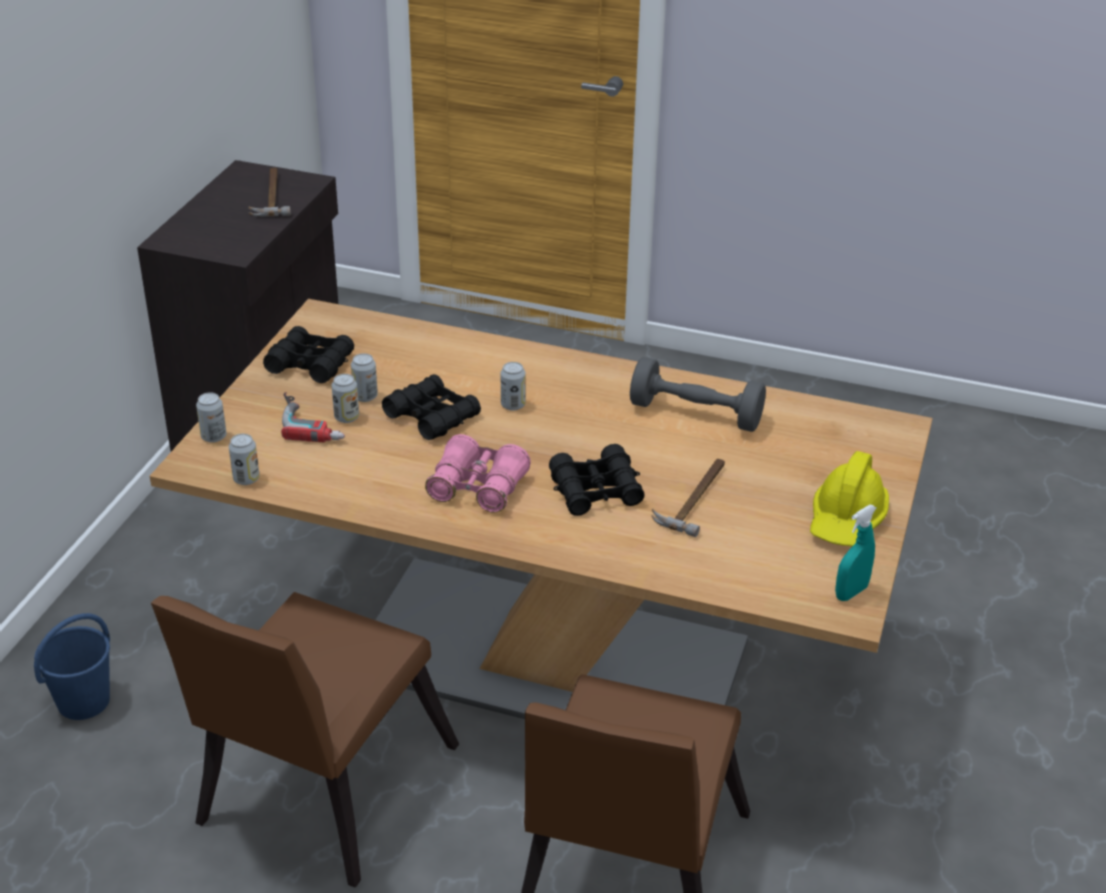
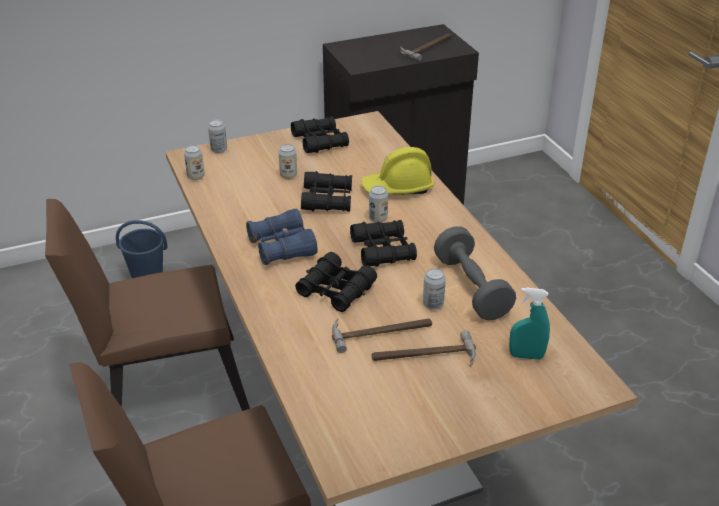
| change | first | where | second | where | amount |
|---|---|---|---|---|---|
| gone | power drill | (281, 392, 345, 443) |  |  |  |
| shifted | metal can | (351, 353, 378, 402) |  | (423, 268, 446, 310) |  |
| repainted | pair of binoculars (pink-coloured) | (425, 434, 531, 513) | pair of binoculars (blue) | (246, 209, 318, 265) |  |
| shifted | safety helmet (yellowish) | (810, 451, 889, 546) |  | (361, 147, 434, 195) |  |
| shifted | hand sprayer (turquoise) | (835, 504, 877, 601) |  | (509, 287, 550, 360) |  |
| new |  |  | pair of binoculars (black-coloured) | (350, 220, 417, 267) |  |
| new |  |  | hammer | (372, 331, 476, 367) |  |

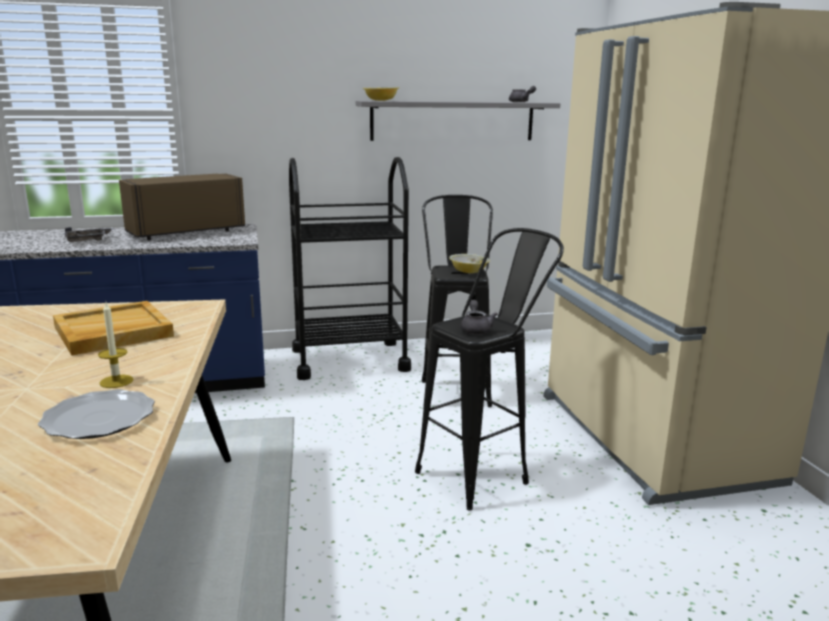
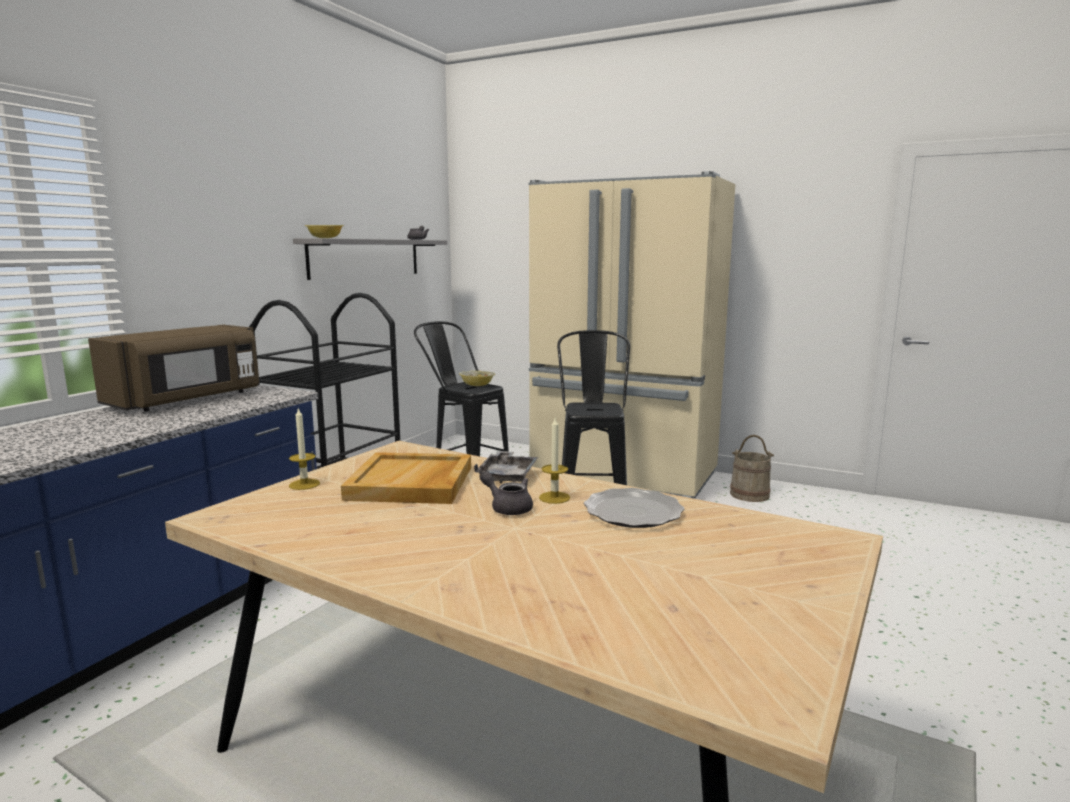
| change | first | where | second | where | amount |
|---|---|---|---|---|---|
| shifted | tray (gray) | (65, 227, 115, 242) |  | (474, 451, 538, 484) |  |
| rotated | microwave oven (brownish) | (119, 174, 245, 240) |  | (88, 325, 259, 411) | 150 degrees counterclockwise |
| shifted | tea pot (gray) | (460, 300, 498, 334) |  | (480, 471, 533, 515) |  |
| new |  |  | candle | (289, 408, 320, 490) |  |
| new |  |  | water bucket (beige) | (730, 435, 774, 502) |  |

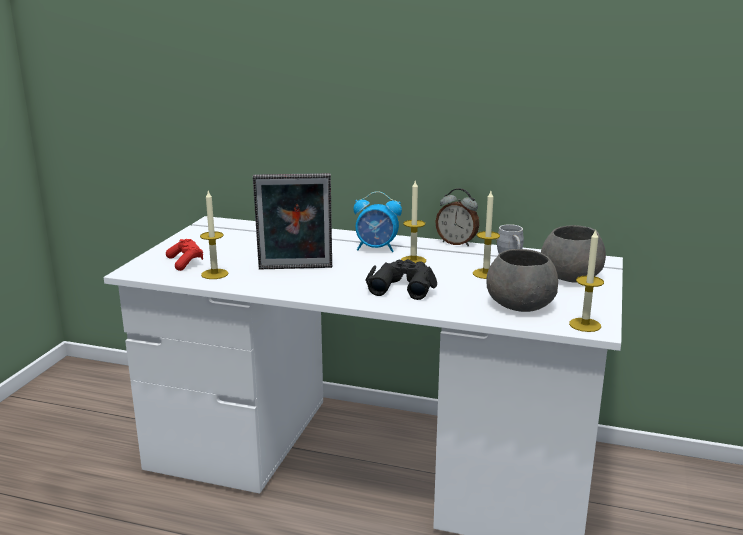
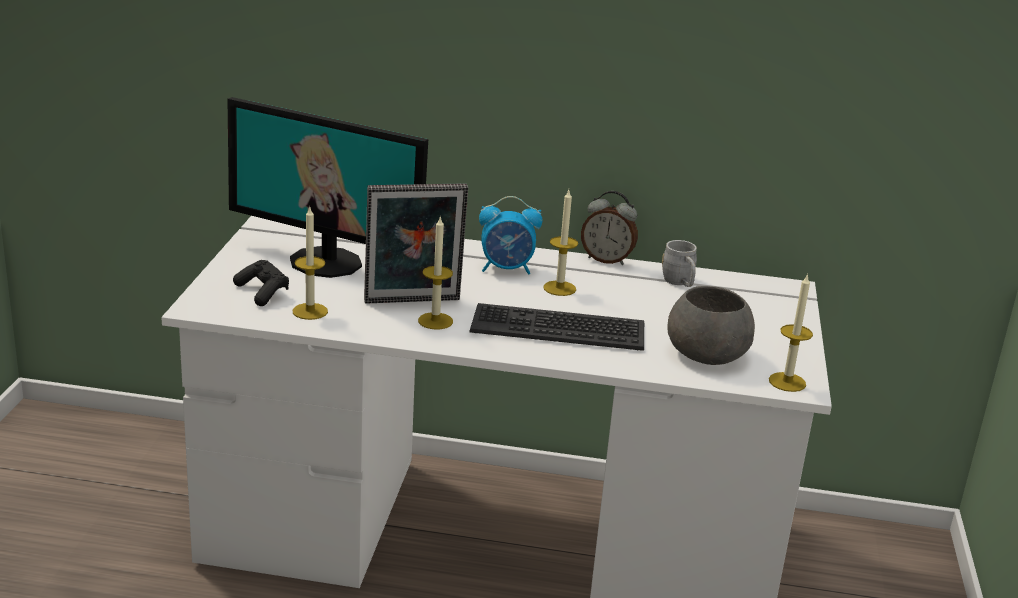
| change | first | where | second | where | amount |
|---|---|---|---|---|---|
| repainted | gamepad (reddish) | (166, 239, 203, 271) | gamepad (black-coloured) | (233, 260, 289, 306) |  |
| swapped | pair of binoculars (black-coloured) | (365, 259, 437, 300) | keyboard | (470, 303, 644, 351) |  |
| shifted | candle | (473, 191, 500, 279) |  | (418, 215, 453, 329) |  |
| gone | serving bowl (gray) | (541, 225, 606, 283) |  |  |  |
| new |  |  | computer display | (227, 97, 428, 278) |  |

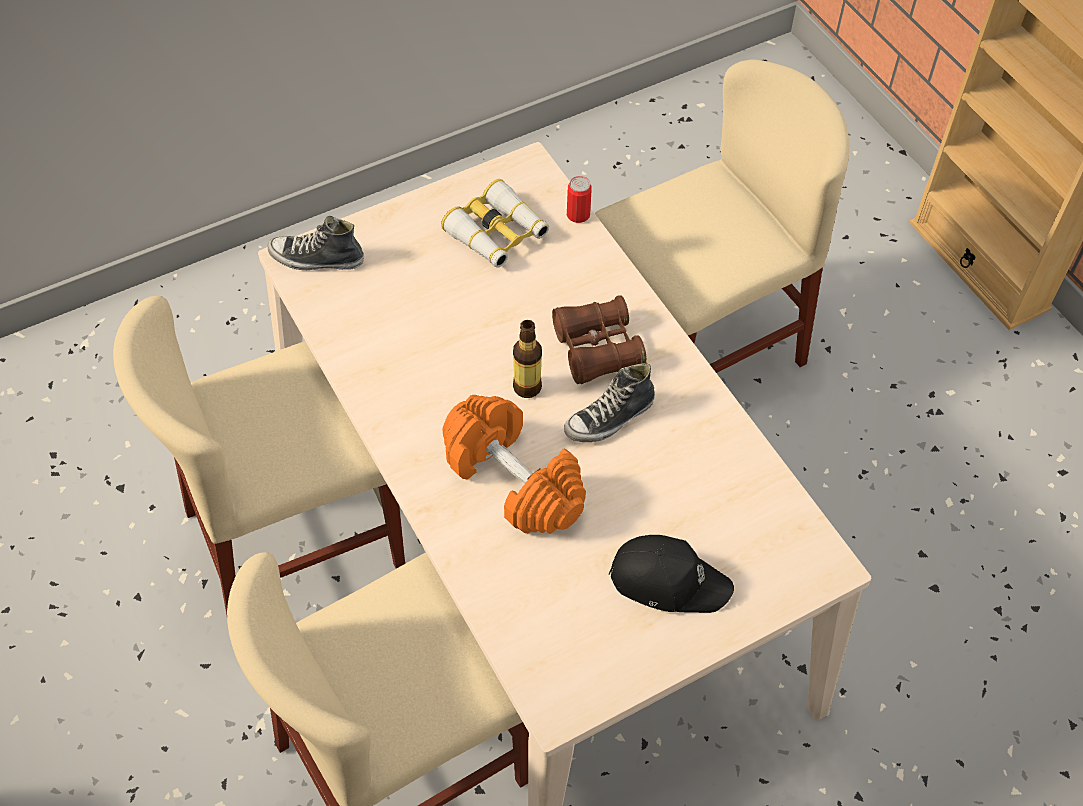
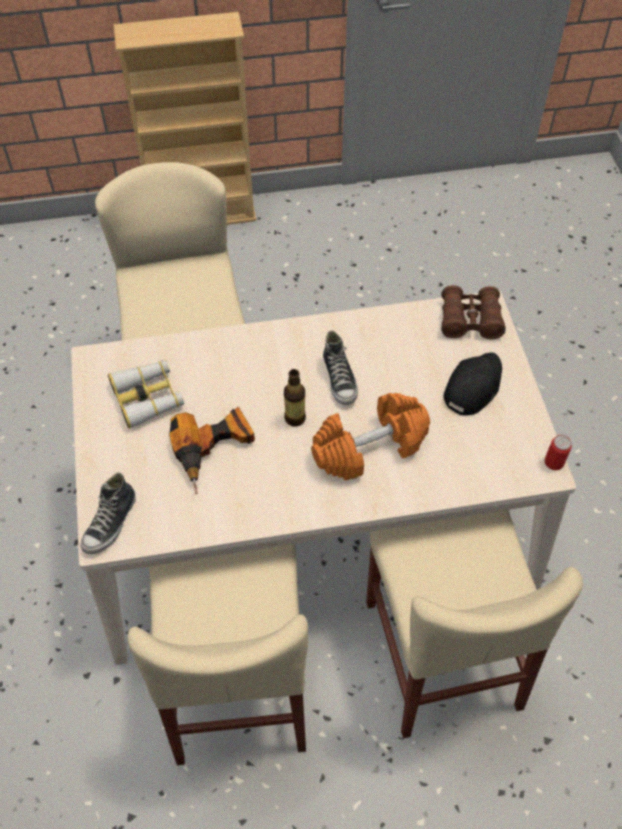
| change | first | where | second | where | amount |
|---|---|---|---|---|---|
| shifted | pair of binoculars (brownish) | (552, 295, 647, 384) |  | (441, 285, 506, 339) |  |
| shifted | metal can | (567, 176, 592, 223) |  | (544, 435, 572, 470) |  |
| new |  |  | power drill | (169, 407, 255, 494) |  |

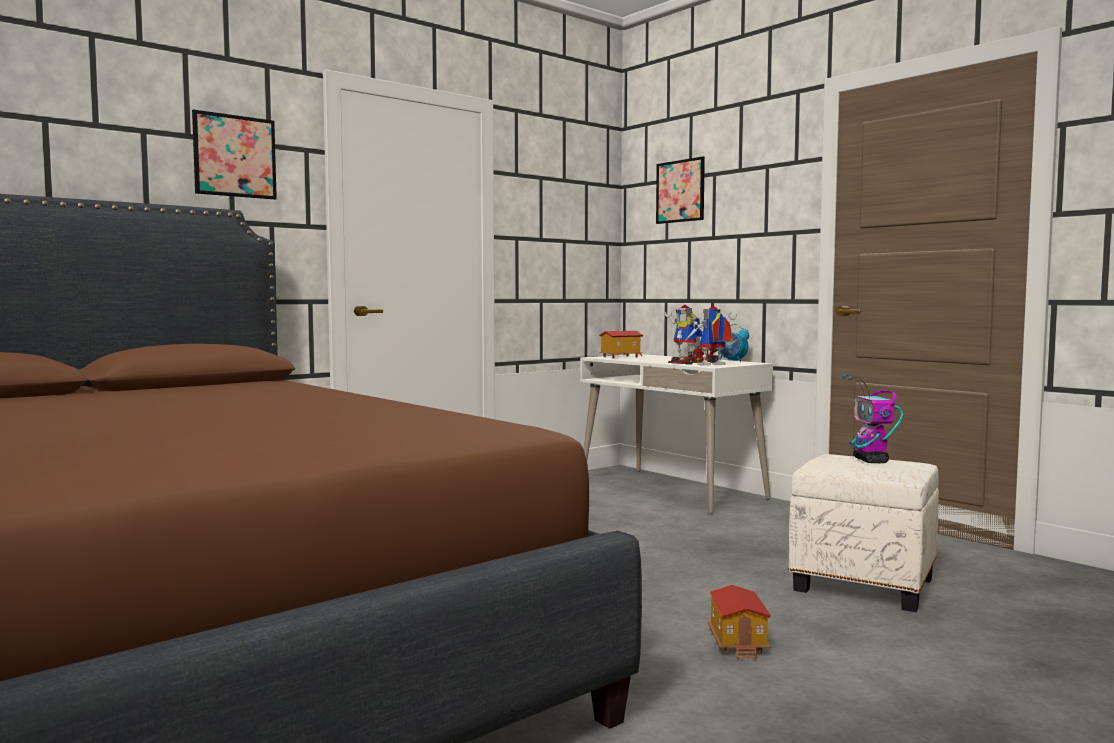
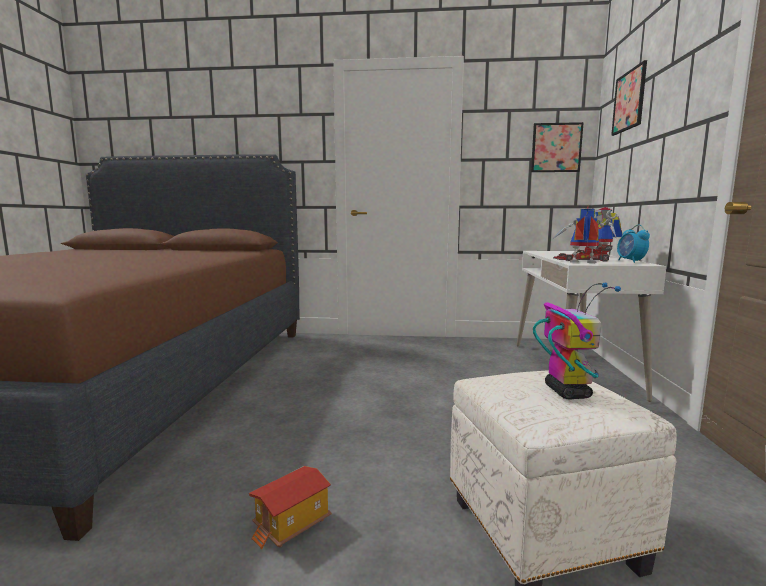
| change | first | where | second | where | amount |
|---|---|---|---|---|---|
| shifted | picture | (192, 110, 277, 199) |  | (531, 122, 584, 172) |  |
| gone | toy house | (599, 331, 643, 358) |  |  |  |
| rotated | robot figure | (842, 374, 903, 463) |  | (533, 283, 621, 399) | 135 degrees clockwise |

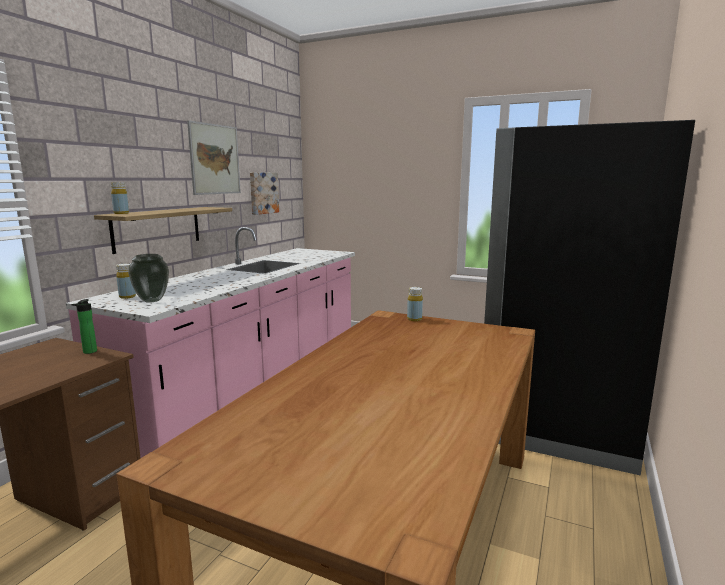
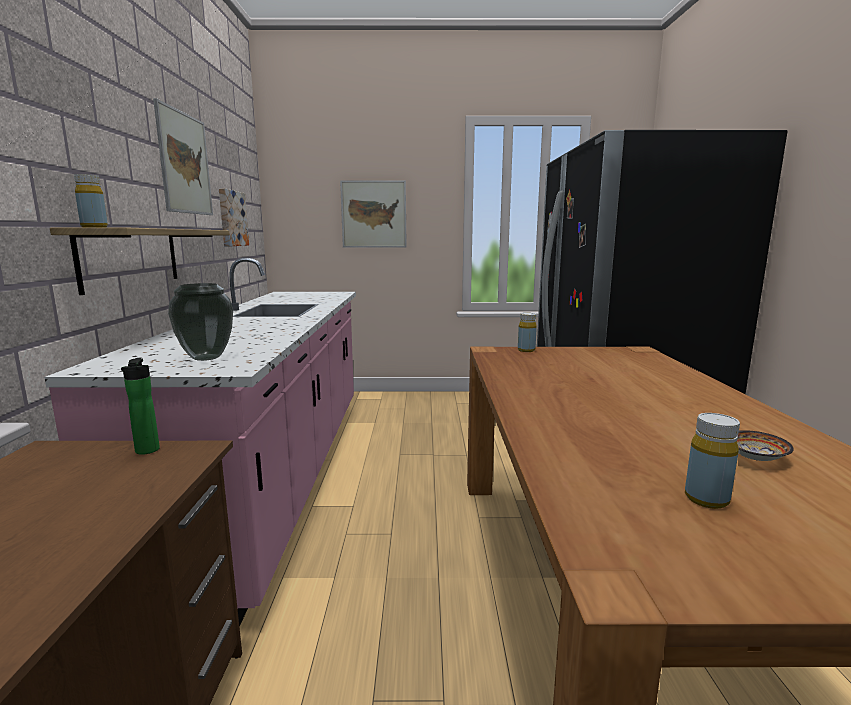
| change | first | where | second | where | amount |
|---|---|---|---|---|---|
| shifted | bottle (yellowish) | (116, 263, 136, 299) |  | (685, 413, 740, 509) |  |
| new |  |  | picture | (340, 180, 407, 248) |  |
| new |  |  | serving bowl | (737, 430, 794, 461) |  |

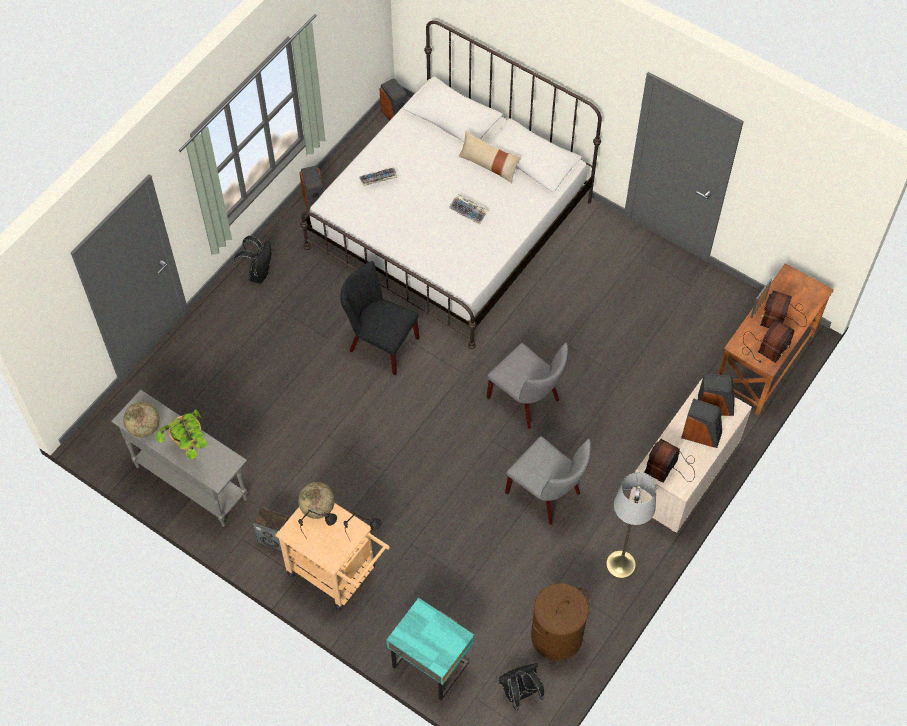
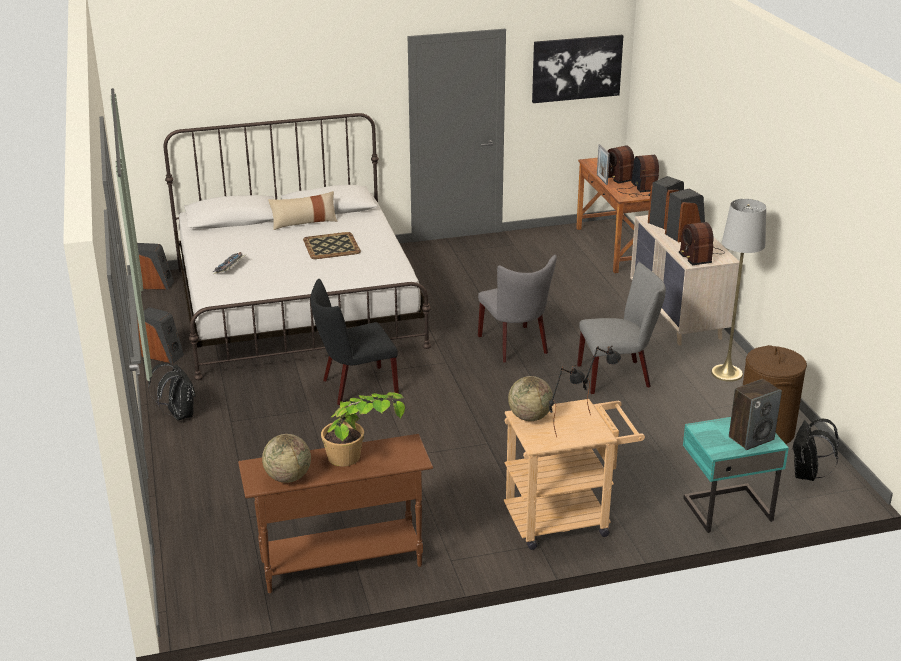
| change | first | where | second | where | amount |
|---|---|---|---|---|---|
| repainted | hall table (gray) | (111, 390, 247, 527) | hall table (brownish) | (238, 434, 433, 593) |  |
| shifted | speaker | (253, 507, 289, 551) |  | (729, 379, 782, 450) |  |
| swapped | keyboard | (449, 194, 488, 225) | tray | (303, 232, 361, 259) |  |
| rotated | plain chair (gray) | (486, 343, 568, 429) |  | (478, 255, 557, 363) | 75 degrees clockwise |
| new |  |  | picture | (532, 35, 623, 103) |  |

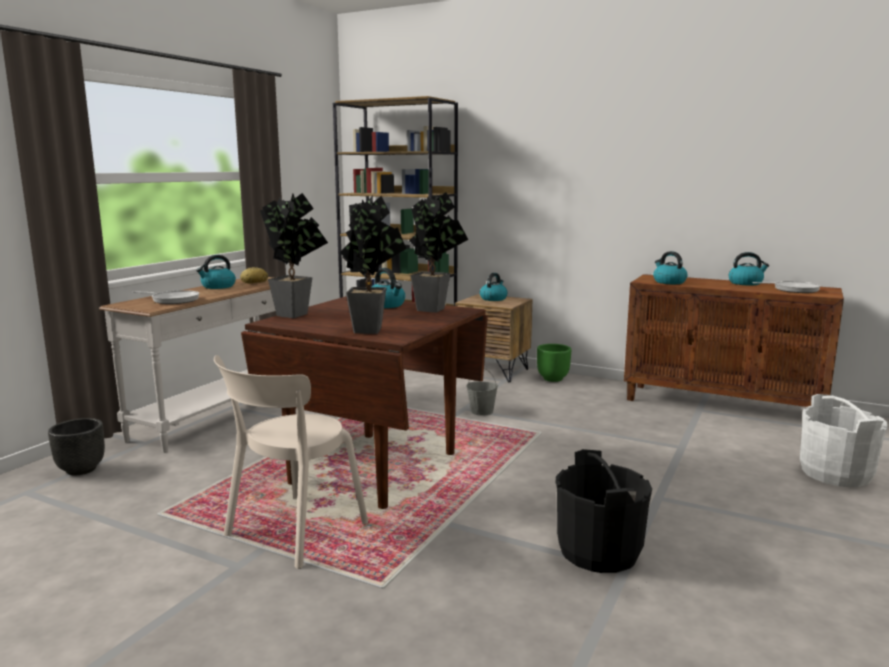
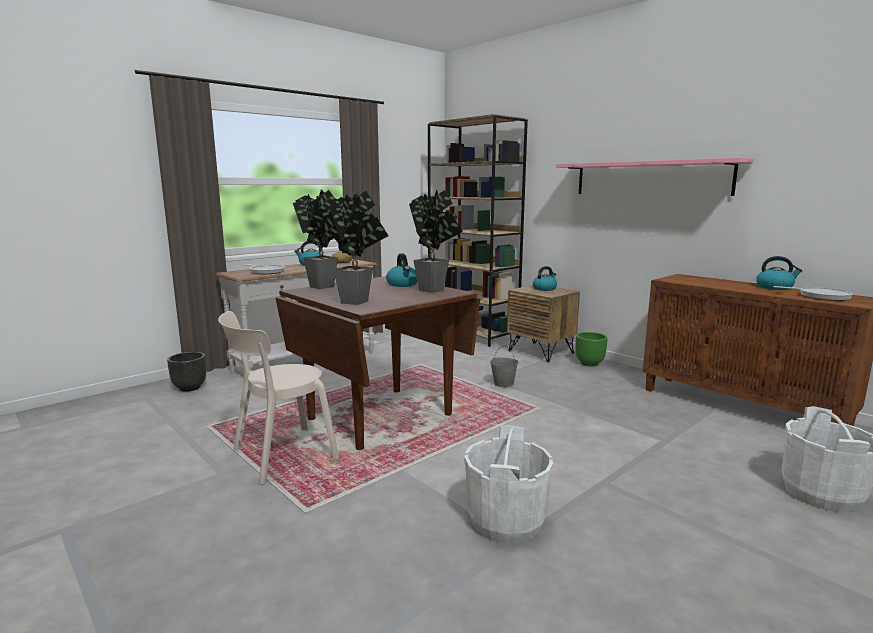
| change | first | where | second | where | amount |
|---|---|---|---|---|---|
| repainted | water bucket (black-coloured) | (556, 449, 652, 573) | water bucket (whitish) | (464, 425, 553, 543) |  |
| gone | water kettle | (653, 251, 688, 284) |  |  |  |
| new |  |  | bracket shelf (pink-coloured) | (556, 157, 754, 196) |  |

